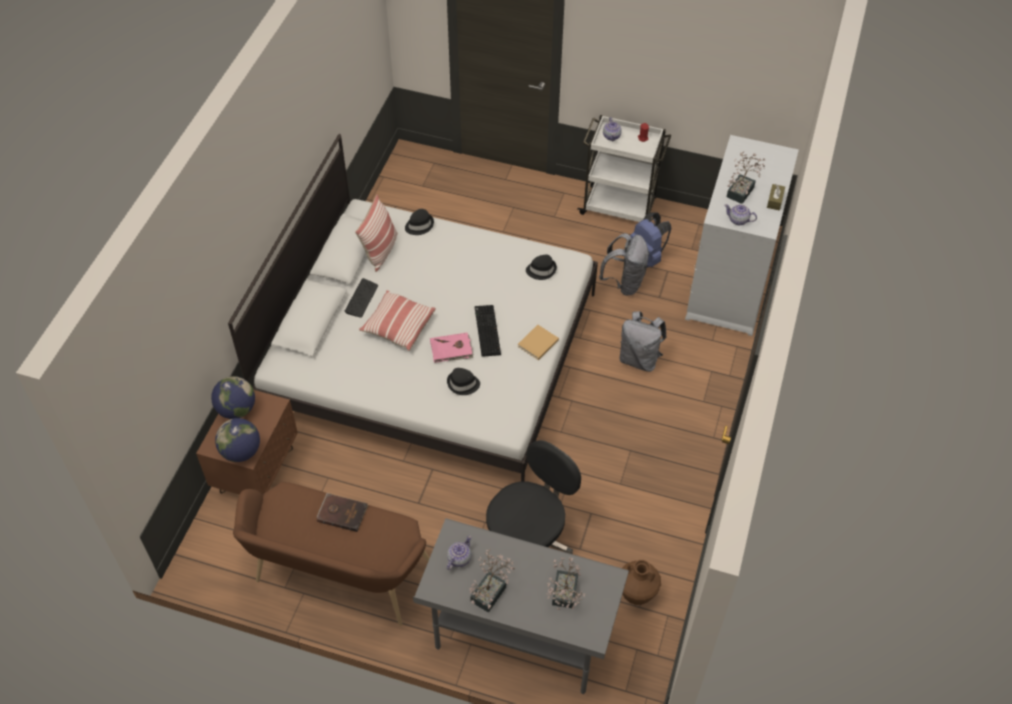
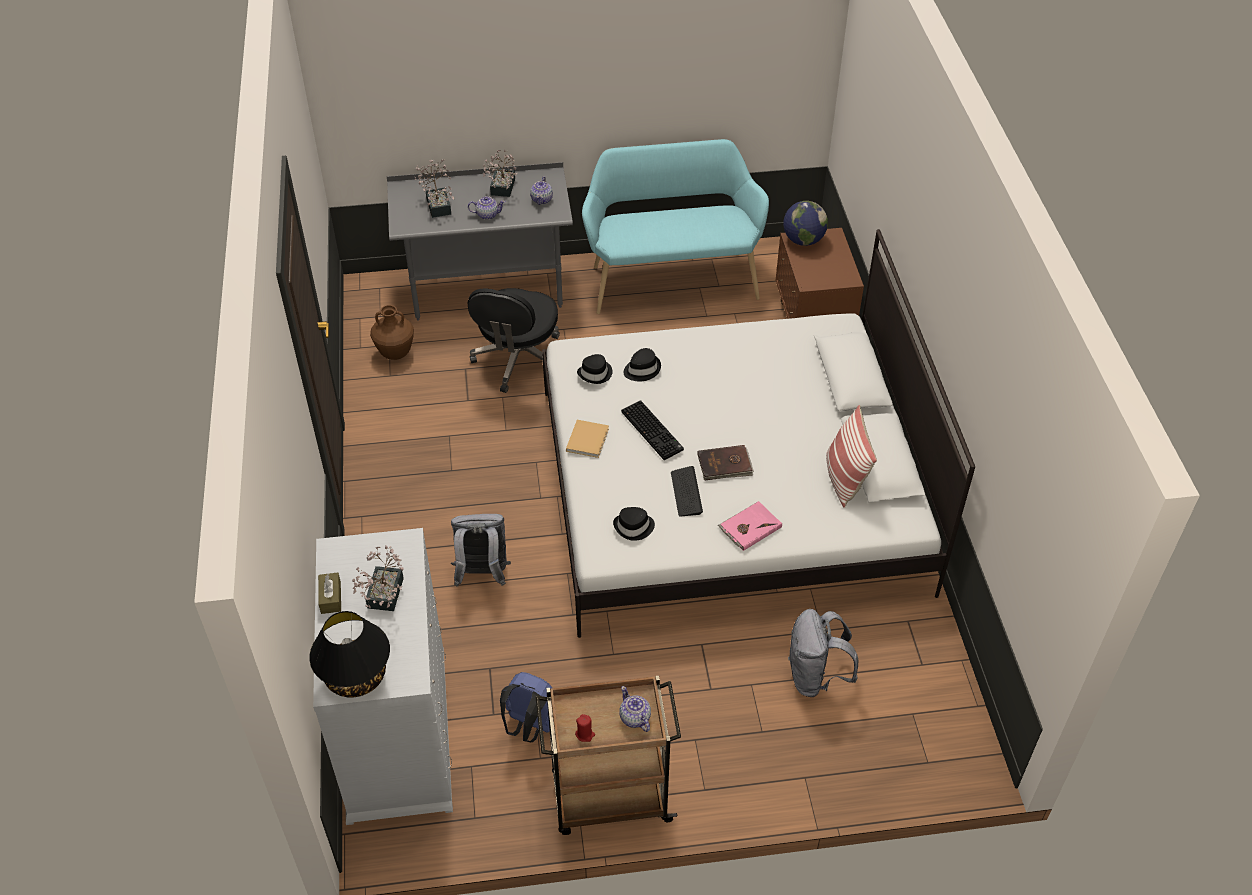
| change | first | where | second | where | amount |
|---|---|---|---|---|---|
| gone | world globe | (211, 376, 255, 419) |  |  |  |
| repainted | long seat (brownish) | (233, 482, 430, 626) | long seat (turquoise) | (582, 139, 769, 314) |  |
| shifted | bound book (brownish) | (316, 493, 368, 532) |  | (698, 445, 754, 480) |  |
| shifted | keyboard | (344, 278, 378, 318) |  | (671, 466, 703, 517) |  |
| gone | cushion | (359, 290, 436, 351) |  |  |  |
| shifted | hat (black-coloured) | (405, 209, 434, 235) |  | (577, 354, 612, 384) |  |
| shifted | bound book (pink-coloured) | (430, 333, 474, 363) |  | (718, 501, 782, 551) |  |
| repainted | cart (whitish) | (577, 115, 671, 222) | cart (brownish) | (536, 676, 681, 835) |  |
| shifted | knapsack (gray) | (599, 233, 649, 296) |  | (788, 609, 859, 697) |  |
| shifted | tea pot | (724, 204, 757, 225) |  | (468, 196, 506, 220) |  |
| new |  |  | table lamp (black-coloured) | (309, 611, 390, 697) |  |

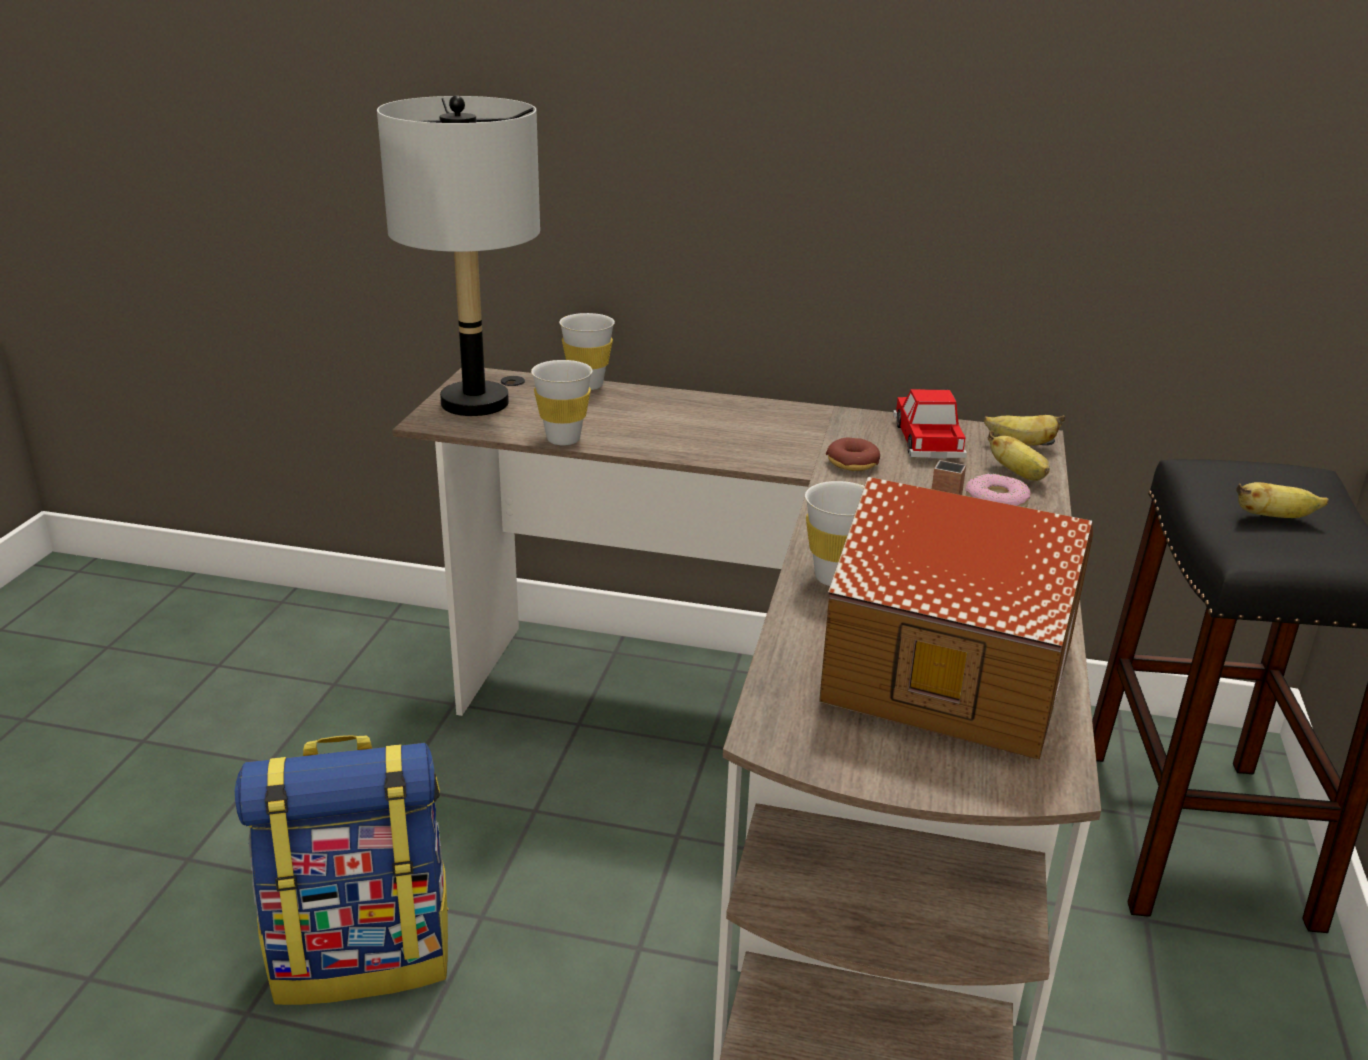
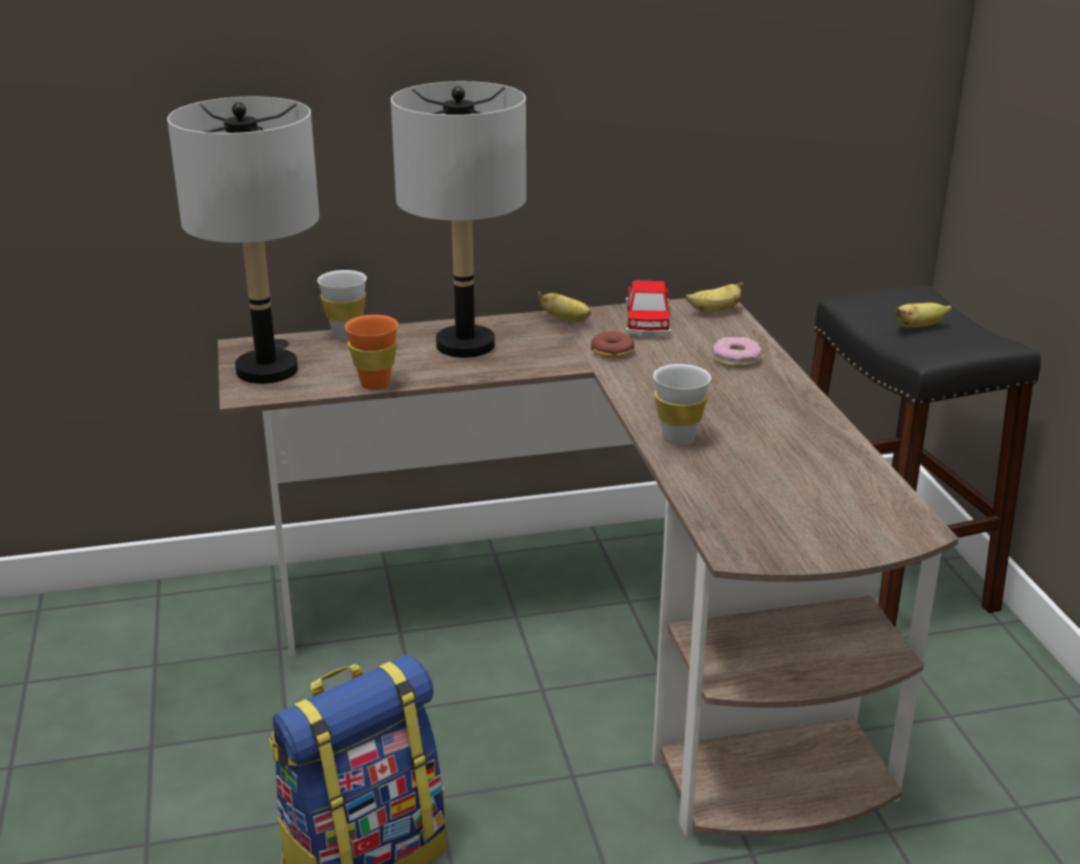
| change | first | where | second | where | amount |
|---|---|---|---|---|---|
| repainted | small cup (whitish) | (531, 360, 593, 445) | small cup (orangey) | (345, 315, 398, 390) |  |
| gone | toy house | (819, 460, 1093, 760) |  |  |  |
| rotated | toy car | (893, 389, 967, 458) |  | (626, 280, 671, 336) | 150 degrees counterclockwise |
| shifted | banana | (988, 431, 1050, 481) |  | (537, 291, 591, 322) |  |
| new |  |  | table lamp (gray) | (391, 81, 526, 358) |  |

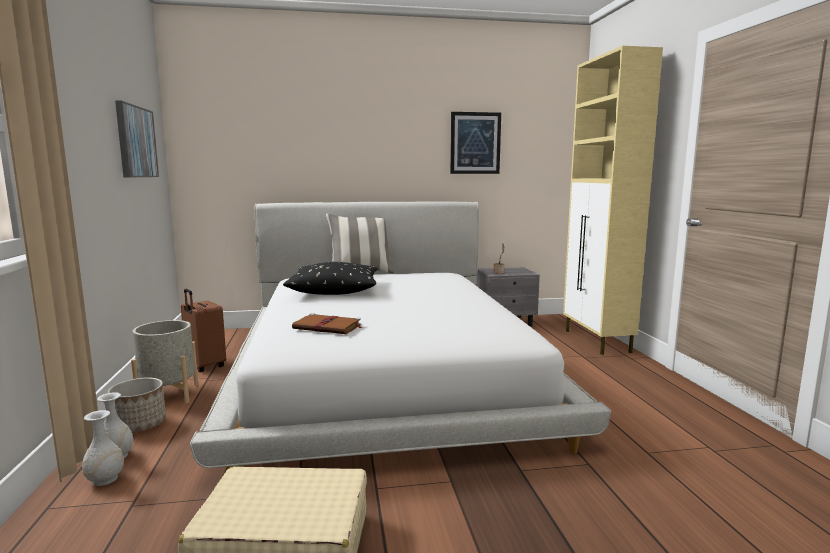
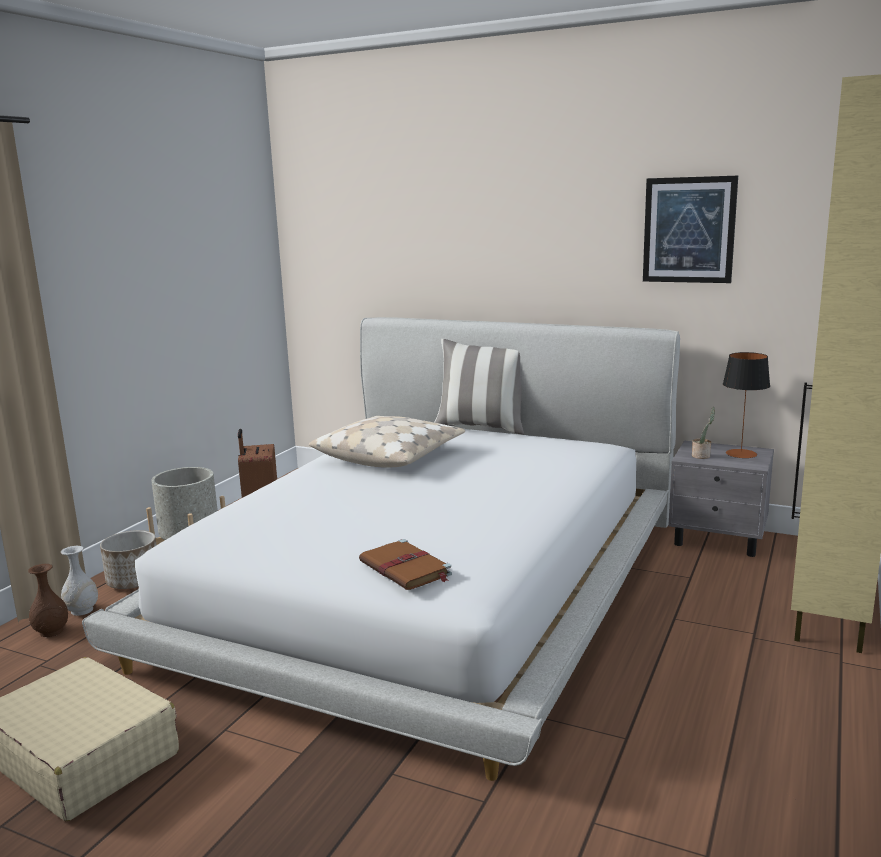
| change | first | where | second | where | amount |
|---|---|---|---|---|---|
| repainted | decorative vase (whitish) | (82, 410, 124, 486) | decorative vase (brownish) | (28, 564, 68, 637) |  |
| gone | picture | (115, 101, 159, 177) |  |  |  |
| repainted | cushion (black-coloured) | (283, 262, 377, 295) | cushion (beige) | (309, 416, 465, 468) |  |
| shifted | bound book (brownish) | (292, 313, 361, 334) |  | (359, 539, 452, 590) |  |
| new |  |  | table lamp | (723, 352, 770, 458) |  |

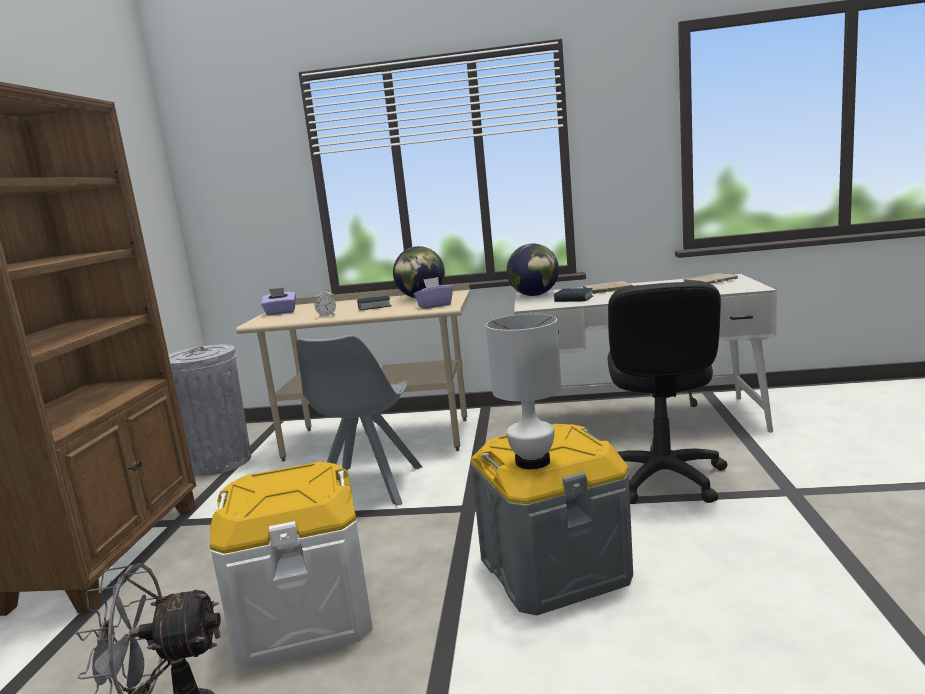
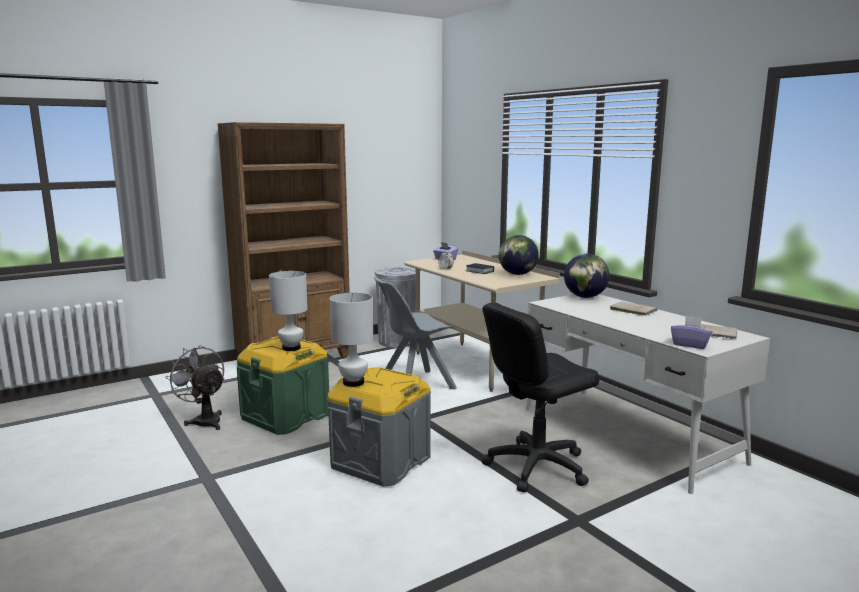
| change | first | where | second | where | amount |
|---|---|---|---|---|---|
| repainted | storage container (whitish) | (210, 462, 373, 668) | storage container (greenish) | (237, 336, 329, 435) |  |
| shifted | box of tissues (purple-coloured) | (414, 277, 453, 309) |  | (671, 316, 712, 349) |  |
| gone | bound book | (554, 288, 593, 302) |  |  |  |
| new |  |  | table lamp (whitish) | (269, 271, 308, 351) |  |

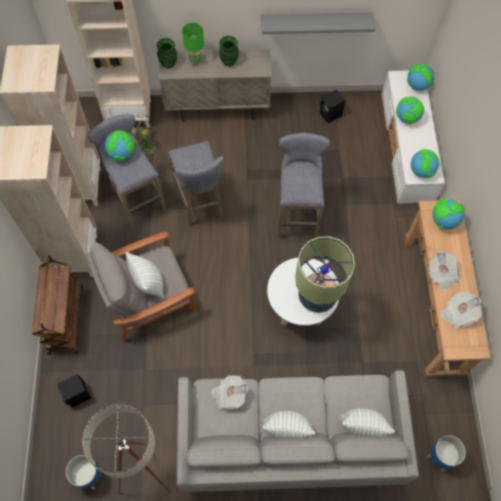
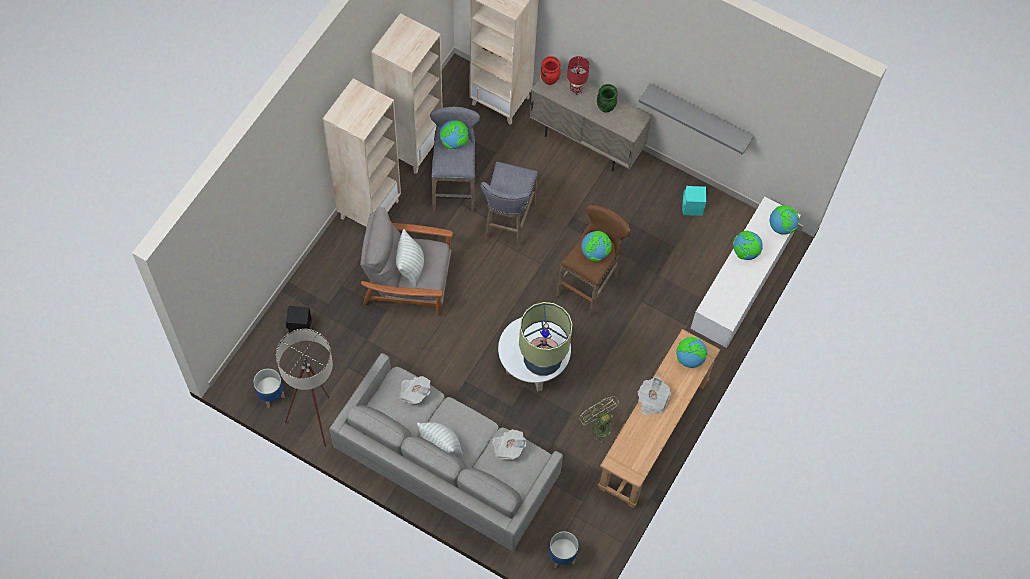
| change | first | where | second | where | amount |
|---|---|---|---|---|---|
| gone | cart (brownish) | (32, 256, 83, 355) |  |  |  |
| shifted | electric fan (greenish) | (132, 113, 157, 159) |  | (579, 396, 620, 444) |  |
| repainted | decorative vase (greenish) | (157, 38, 177, 69) | decorative vase (reddish) | (540, 56, 561, 85) |  |
| repainted | table lamp (greenish) | (182, 23, 204, 65) | table lamp (reddish) | (567, 56, 590, 95) |  |
| repainted | stool (gray) | (278, 133, 330, 239) | stool (brownish) | (556, 205, 631, 317) |  |
| repainted | speaker (black-coloured) | (320, 89, 346, 123) | speaker (turquoise) | (682, 186, 706, 216) |  |
| gone | cushion | (338, 408, 395, 436) |  |  |  |
| shifted | world globe | (411, 149, 440, 178) |  | (581, 231, 612, 262) |  |
| shifted | daily paper | (441, 291, 482, 329) |  | (492, 429, 526, 460) |  |

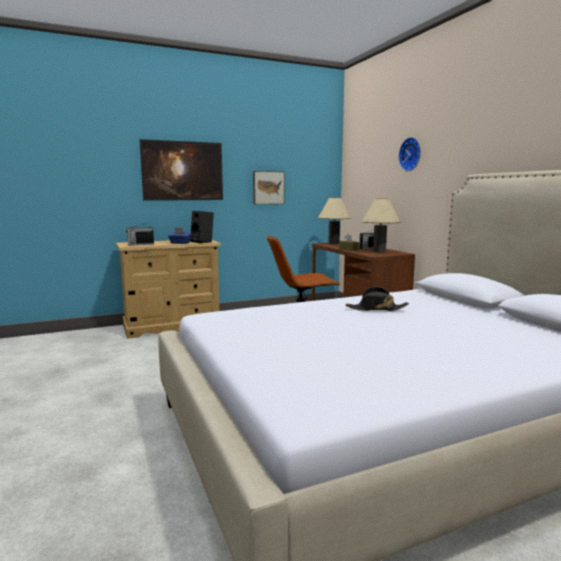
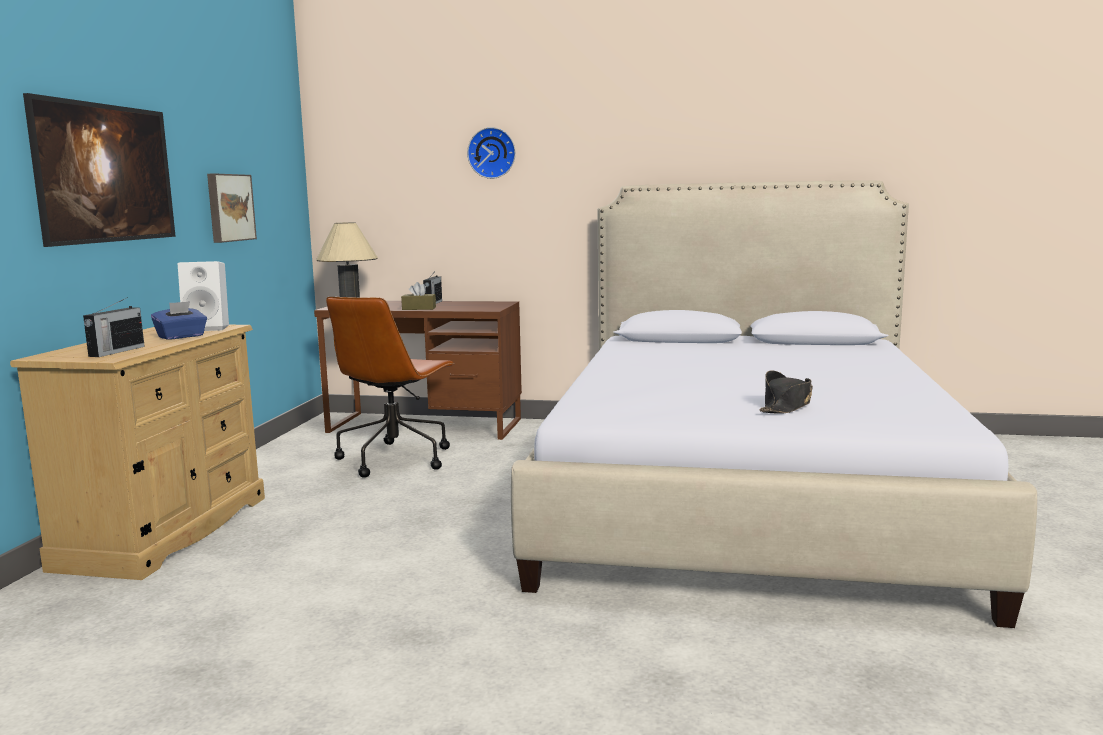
| change | first | where | second | where | amount |
|---|---|---|---|---|---|
| repainted | speaker (black-coloured) | (190, 211, 214, 243) | speaker (whitish) | (178, 261, 229, 331) |  |
| shifted | hat (black-coloured) | (346, 287, 409, 311) |  | (760, 371, 813, 414) |  |
| gone | table lamp (beige) | (361, 198, 401, 252) |  |  |  |

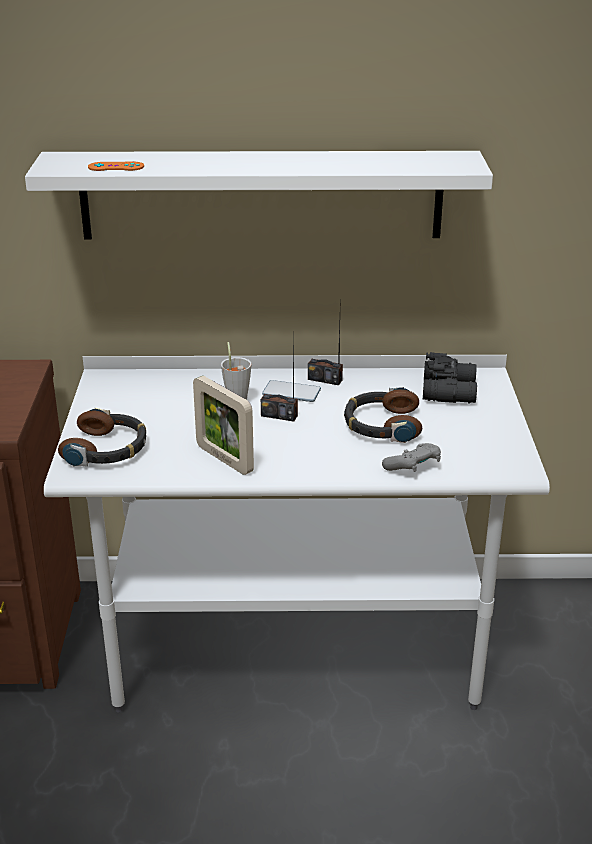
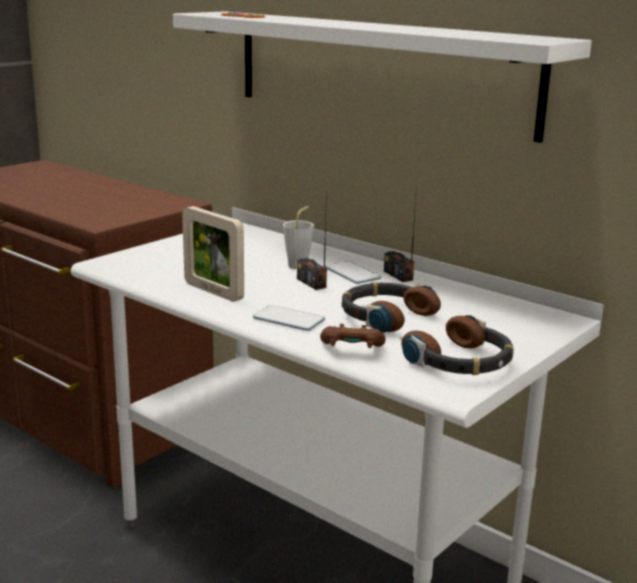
| change | first | where | second | where | amount |
|---|---|---|---|---|---|
| shifted | pair of headphones | (58, 408, 146, 467) |  | (401, 315, 514, 375) |  |
| rotated | picture frame | (193, 376, 254, 475) |  | (182, 206, 244, 302) | 45 degrees counterclockwise |
| repainted | gamepad (gray) | (382, 443, 441, 472) | gamepad (brownish) | (320, 324, 386, 348) |  |
| gone | pair of binoculars (black-coloured) | (423, 352, 477, 403) |  |  |  |
| new |  |  | phone | (253, 305, 325, 331) |  |

